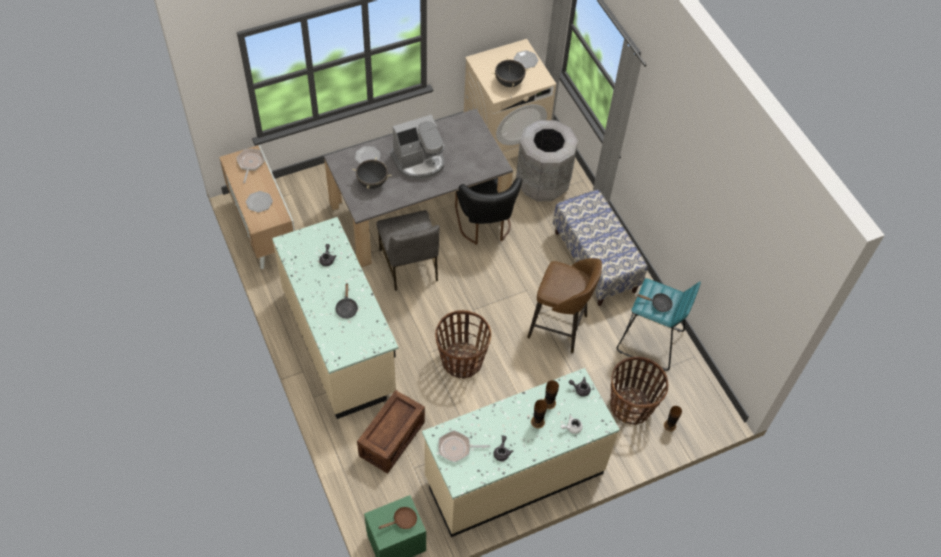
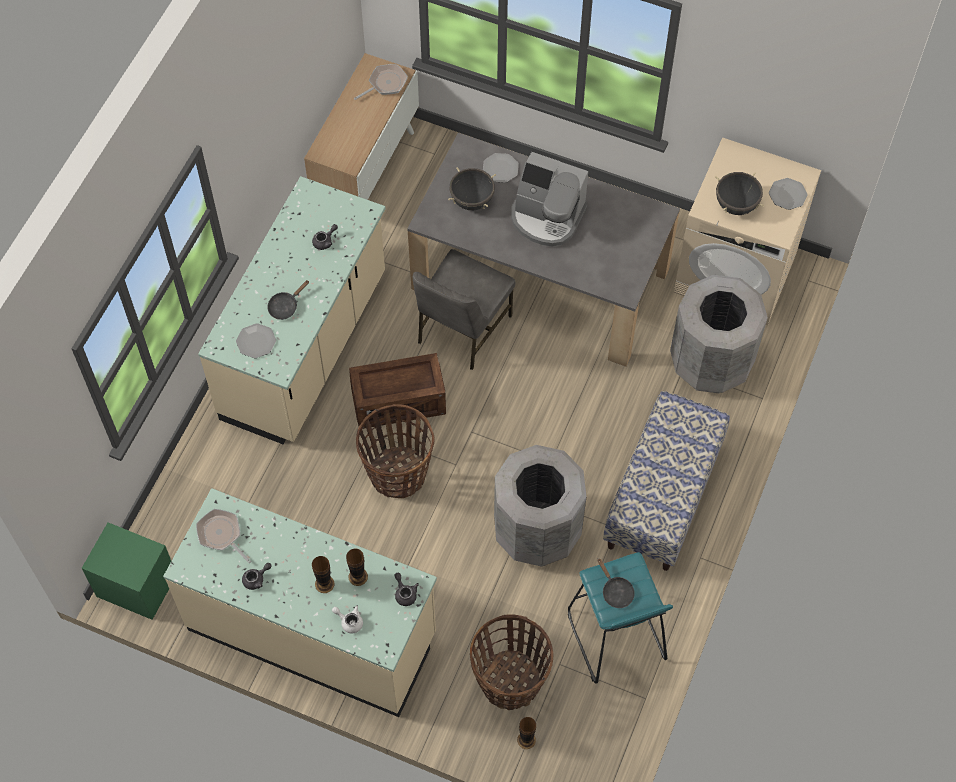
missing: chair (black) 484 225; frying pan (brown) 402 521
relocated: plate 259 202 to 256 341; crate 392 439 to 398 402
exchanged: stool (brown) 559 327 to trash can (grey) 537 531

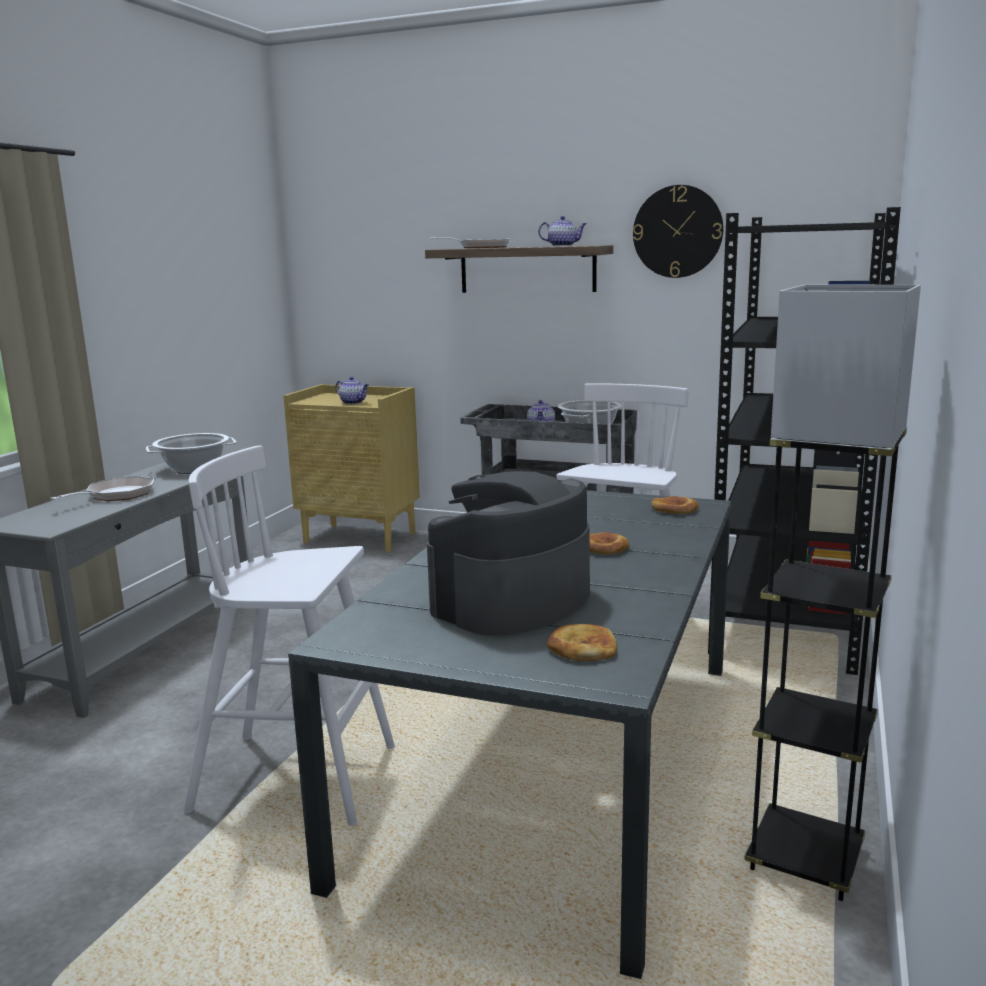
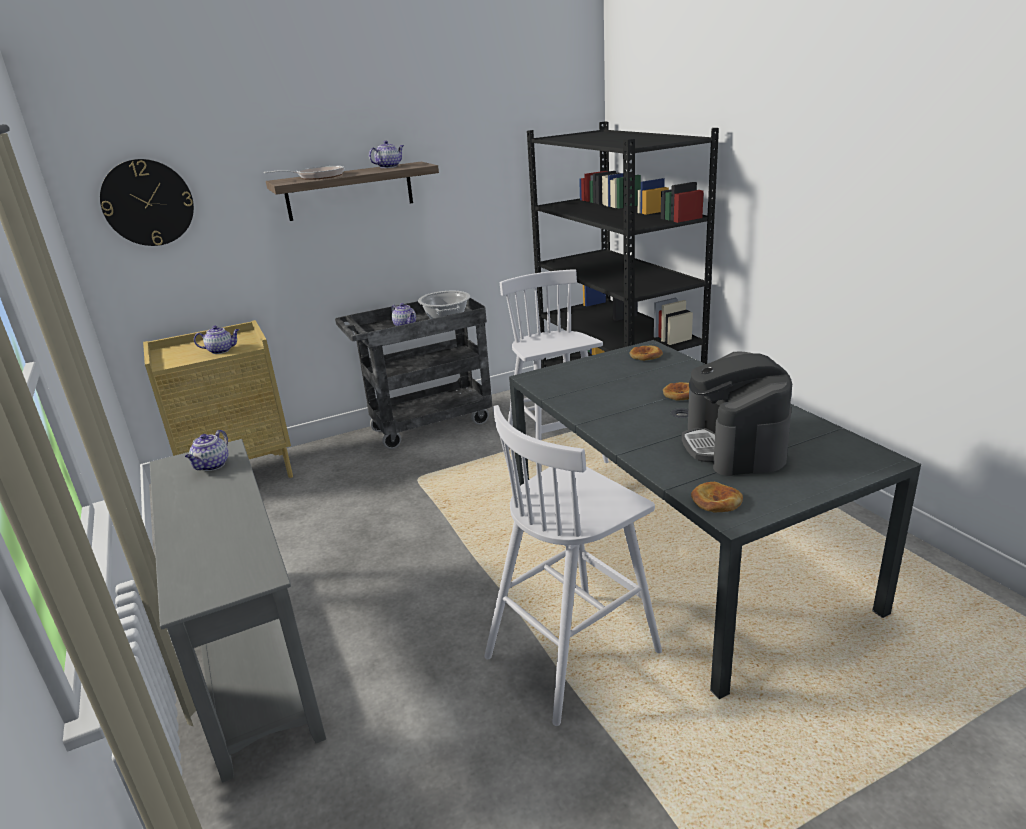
missing: floor lamp (grey) 804 860; frying pan 116 495
relocated: wall clock 677 231 to 147 203; bread 582 648 to 716 501
exchanged: cooking pot 194 469 to teapot 212 465

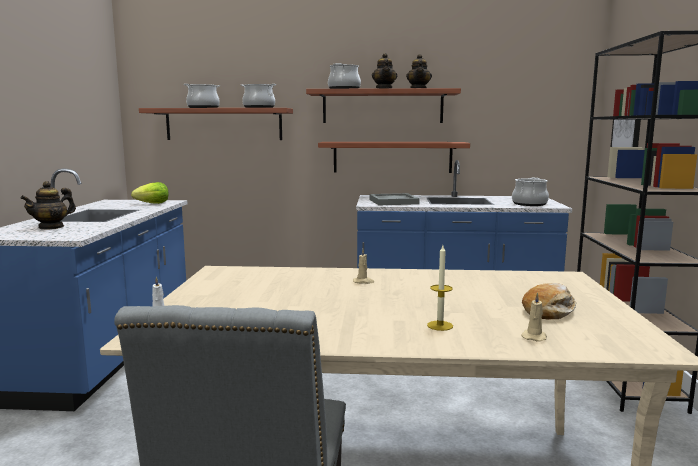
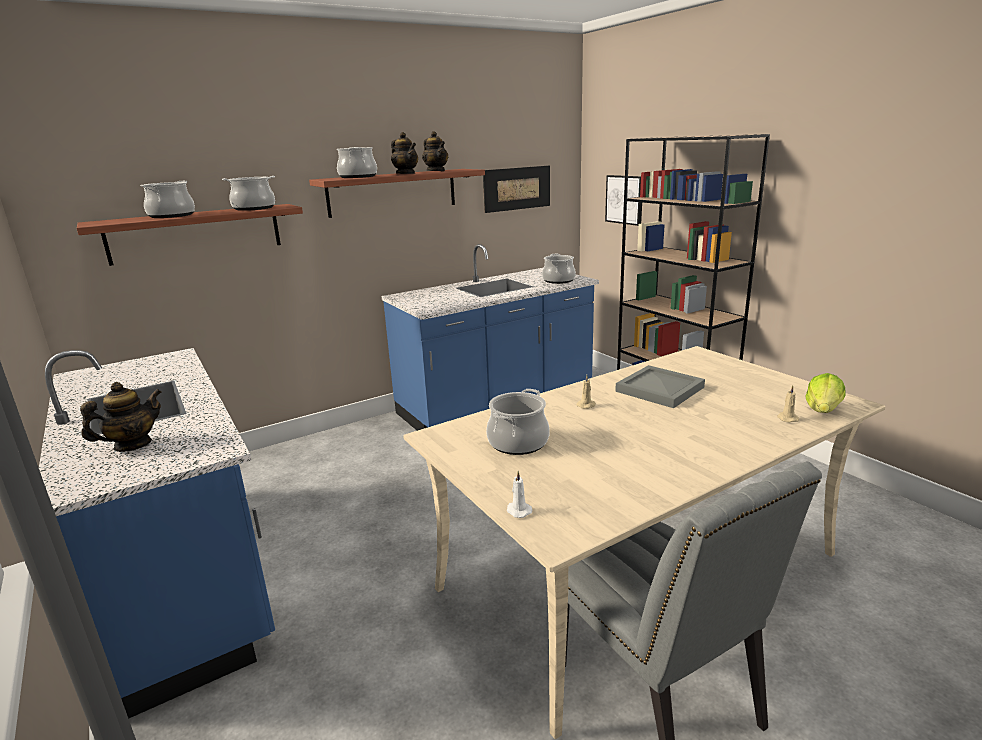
missing: shelf 392 157; candle 440 325; bread 549 311
appeared: picture 517 188; cooking pot 517 442
relocated: lettuce 153 203 to 822 410; tray (grey) 393 202 to 660 390
spun: teapot 51 227 = 132 445 135 degrees counterclockwise

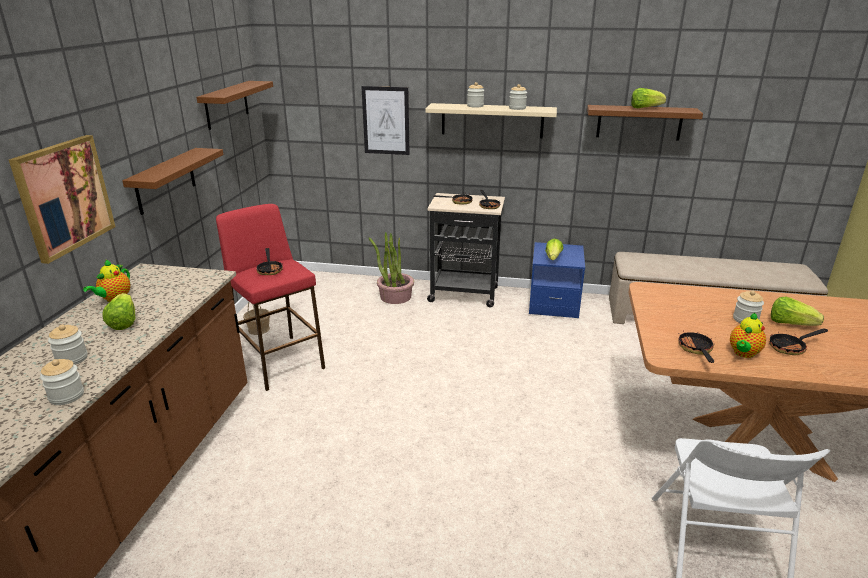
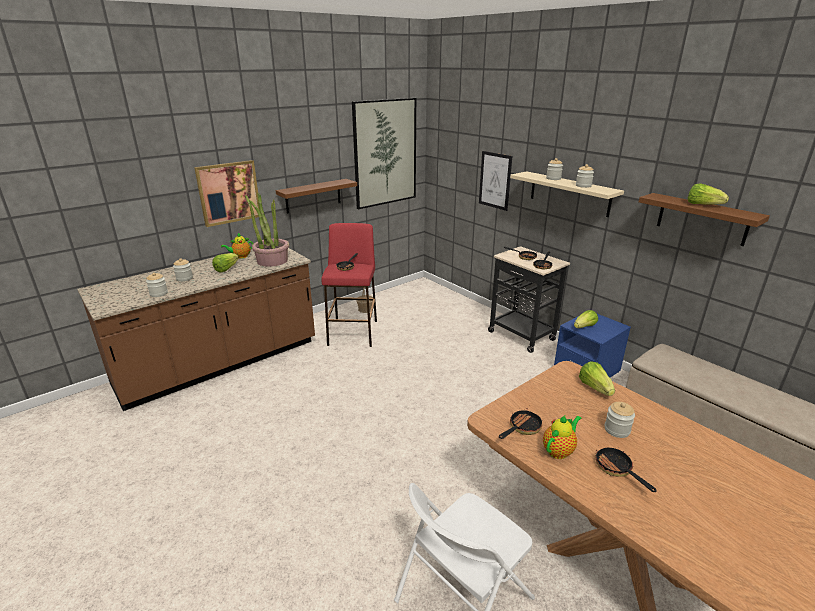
relocated: potted plant 395 296 to 272 260; lettuce 790 324 to 595 388
exchanged: shelf (brown) 226 104 to picture 385 153
spun: teapot 743 353 = 559 450 150 degrees clockwise; frying pan 791 347 = 617 470 45 degrees clockwise

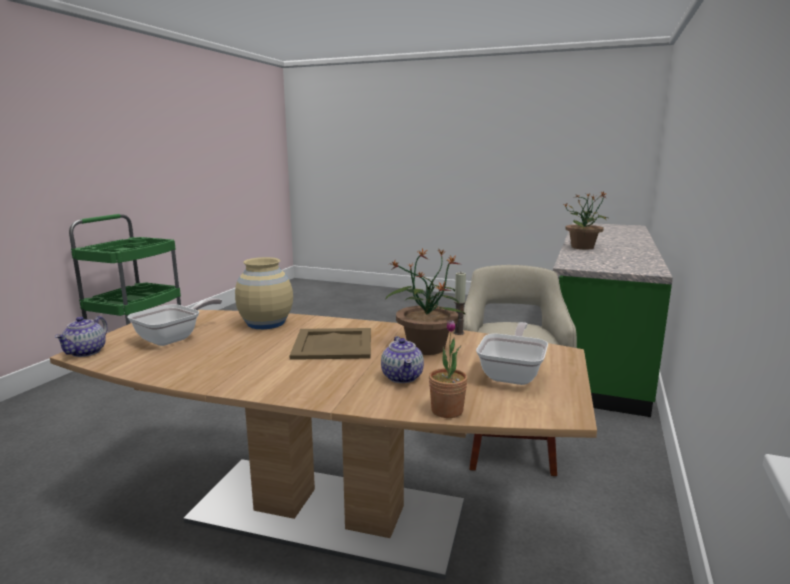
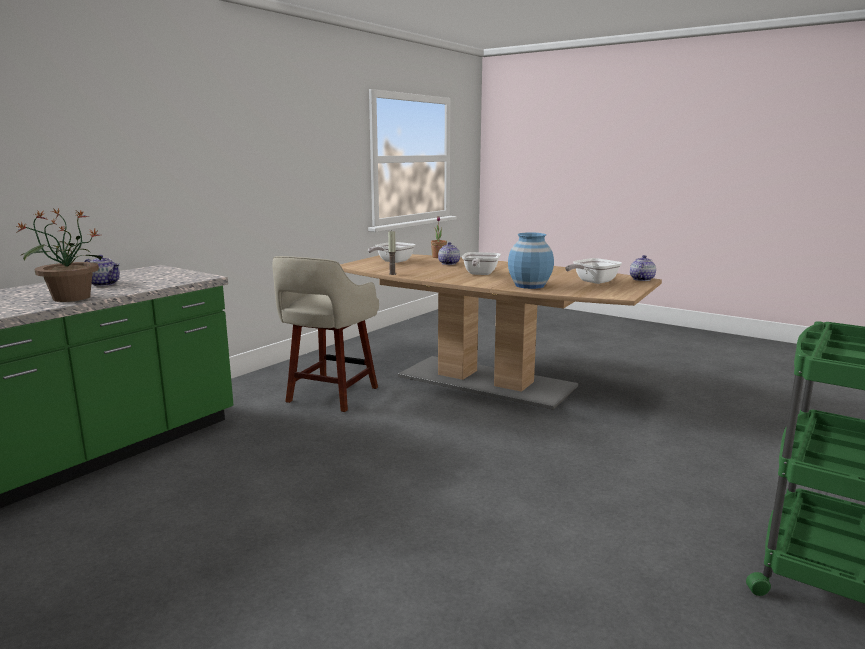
missing: potted plant 426 347
appeared: teapot 104 284
exchanged: tray (beige) 334 344 to frying pan 479 274
colour: vase (beige) 266 323 to vase (blue) 529 285

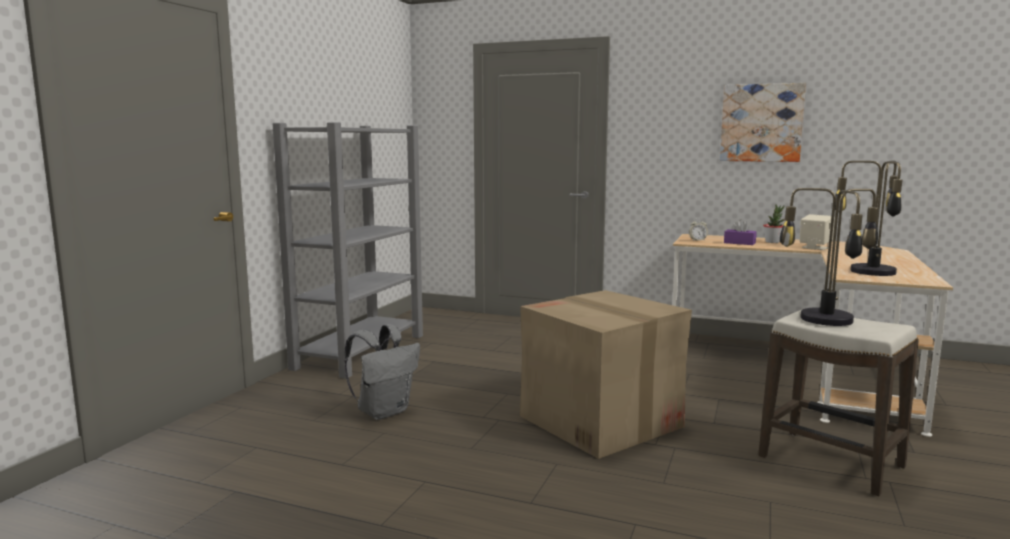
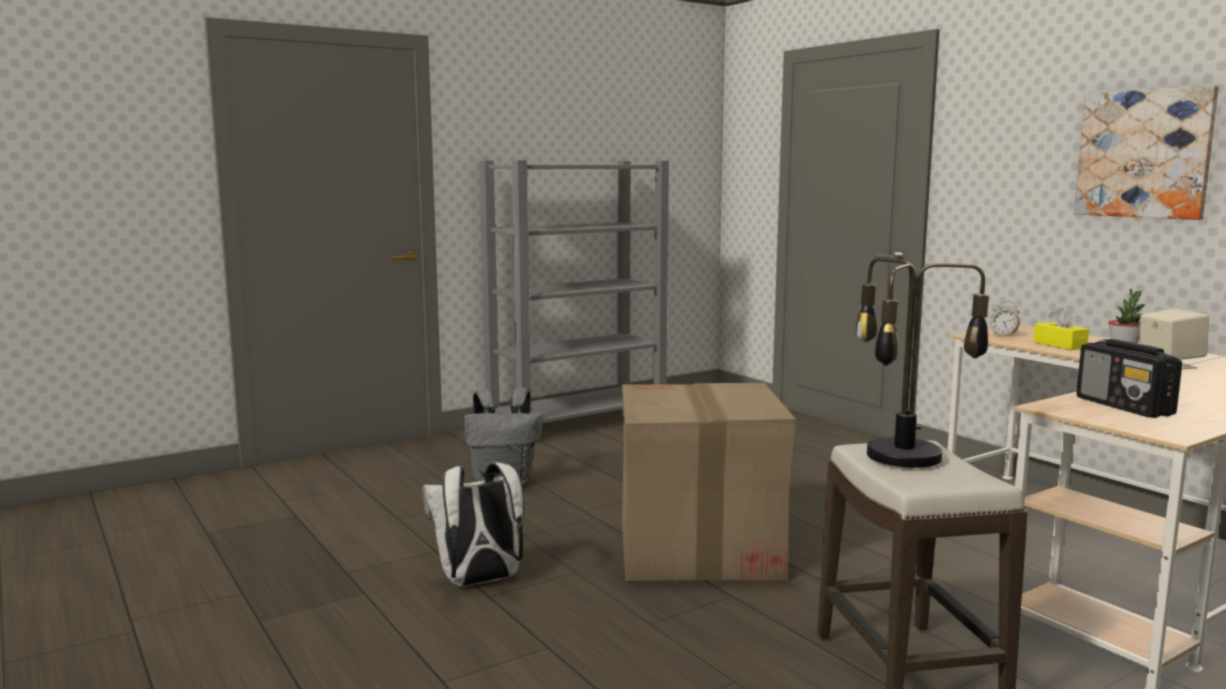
appeared: backpack (white) 479 581
exchanged: table lamp 871 271 to radio 1124 407
colour: tissue box (purple) 739 243 to tissue box (yellow) 1059 345

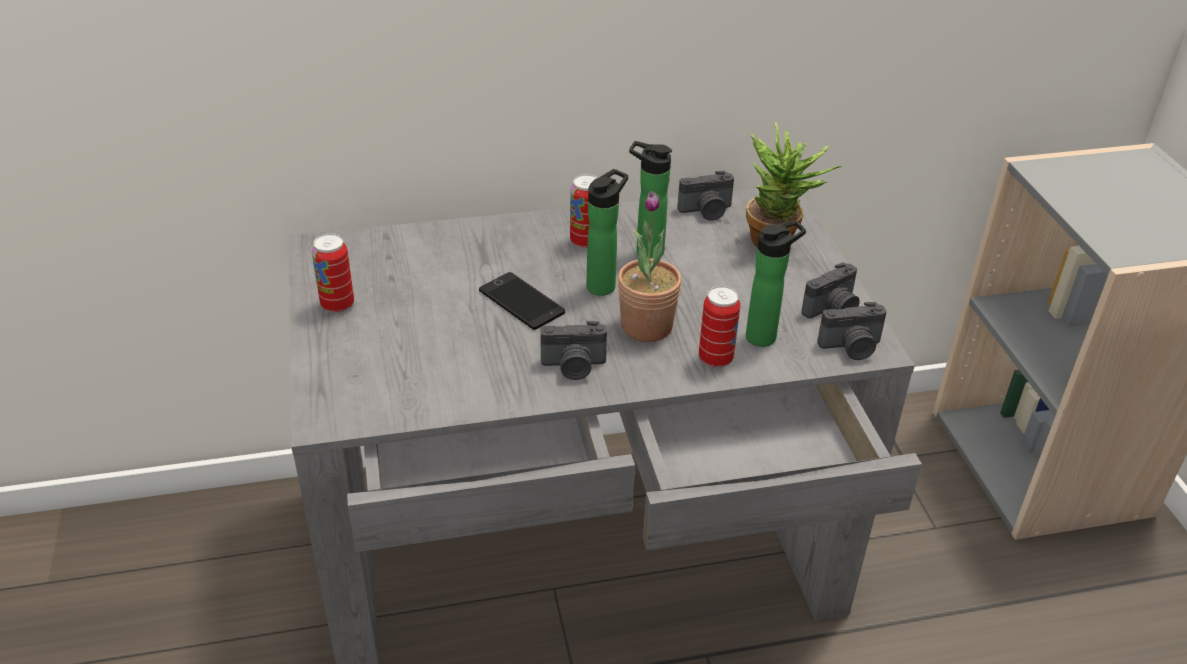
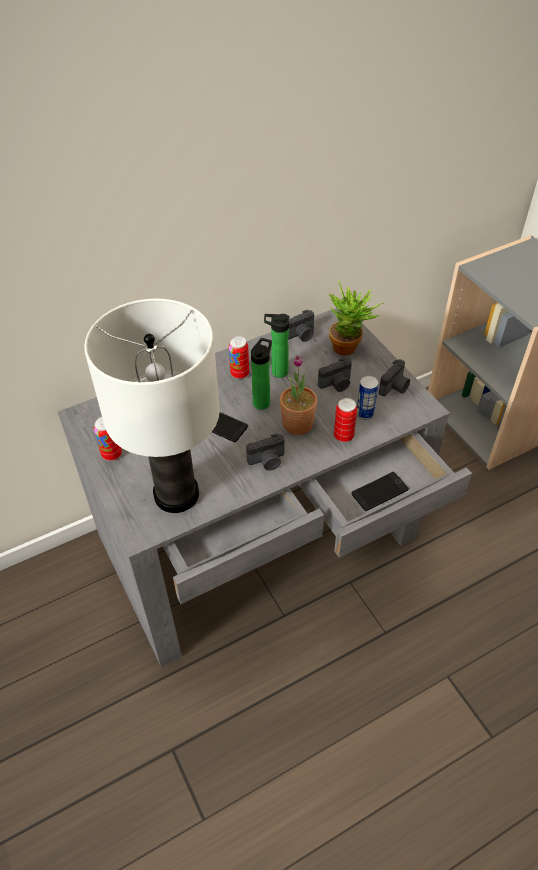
appeared: table lamp (white) 176 495; phone 379 492
relocated: photo camera 851 347 to 336 384
exchanged: bottle 765 336 to can 365 414

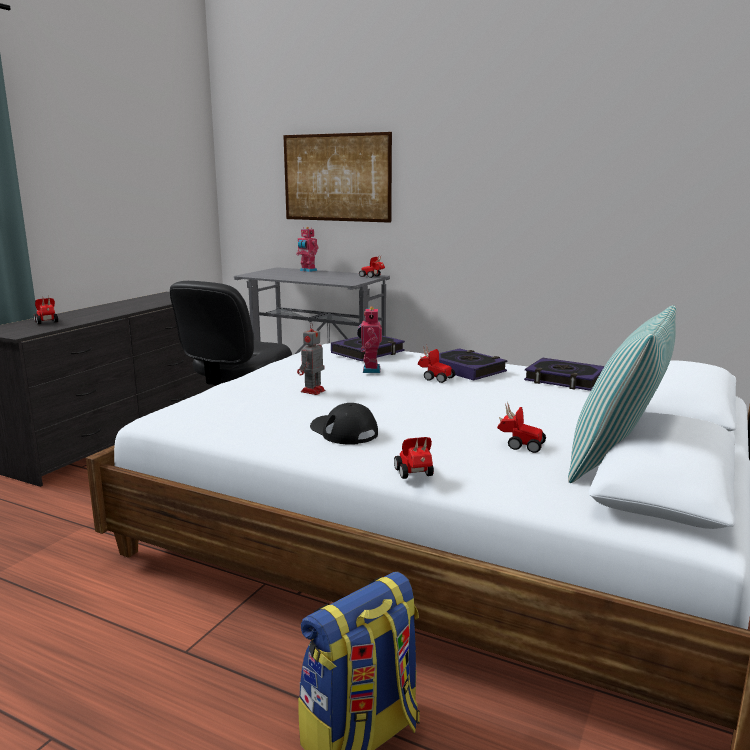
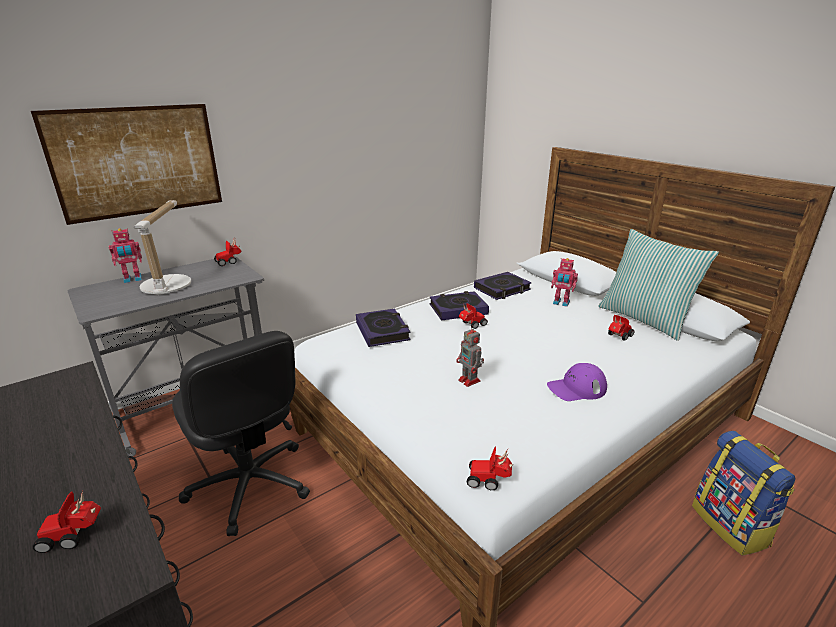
appeared: table lamp 169 283
relocated: toy robot 369 370 to 561 303; toy car 415 475 to 489 480
colour: cap (black) 343 431 to cap (purple) 576 388

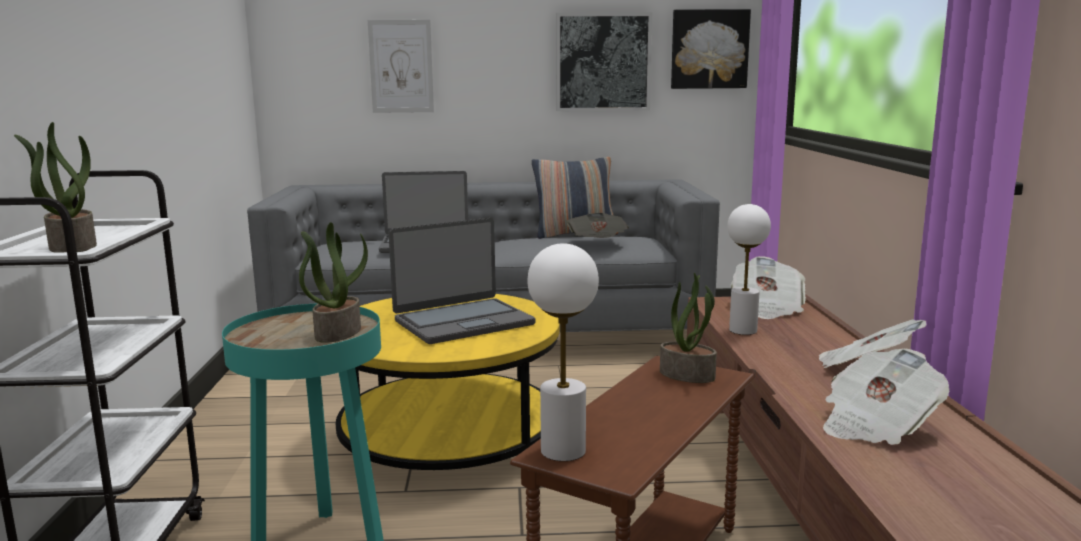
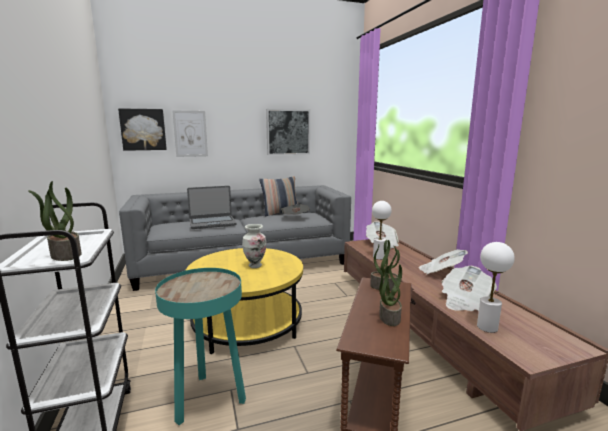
relocated: picture 709 49 to 143 129; potted plant 337 332 to 389 317; table lamp (white) 564 451 to 487 327
exchanged: laptop 463 322 to vase 255 266

